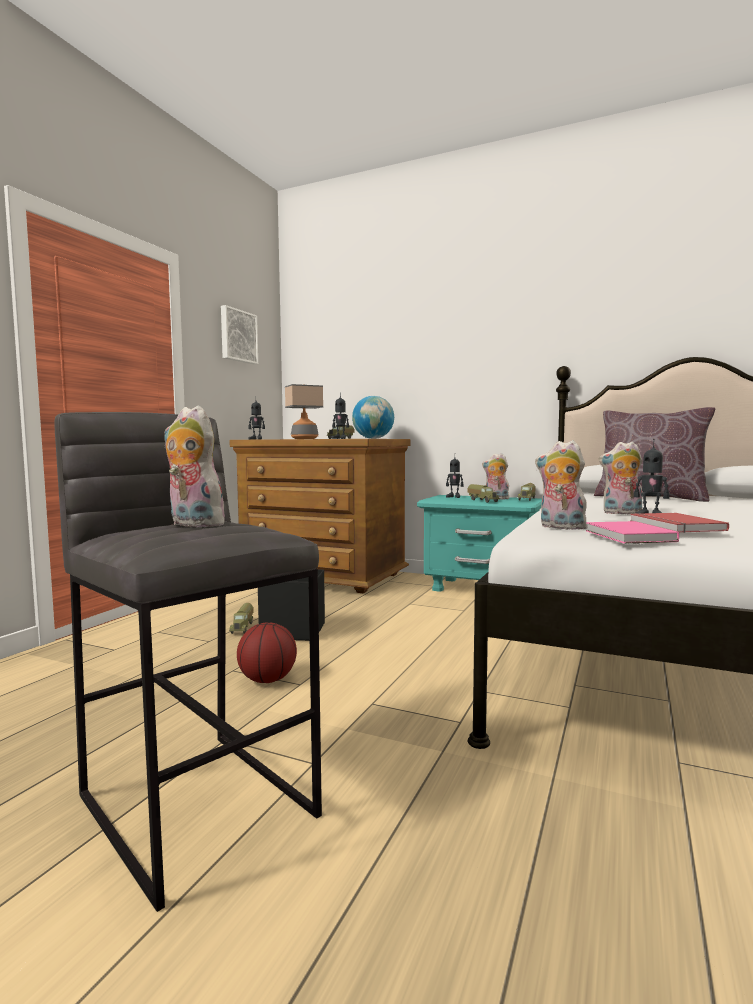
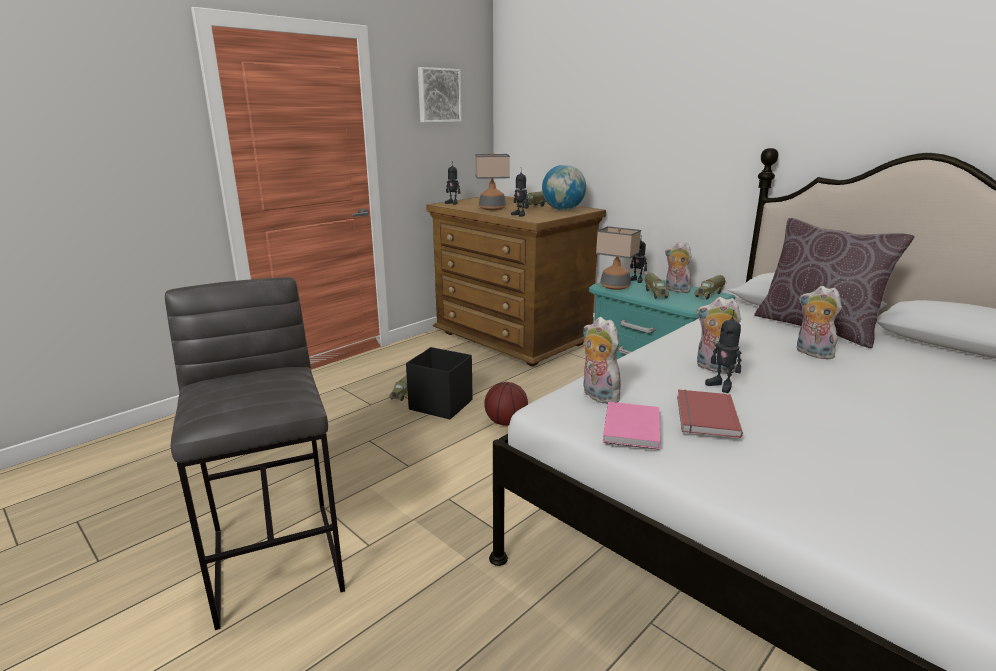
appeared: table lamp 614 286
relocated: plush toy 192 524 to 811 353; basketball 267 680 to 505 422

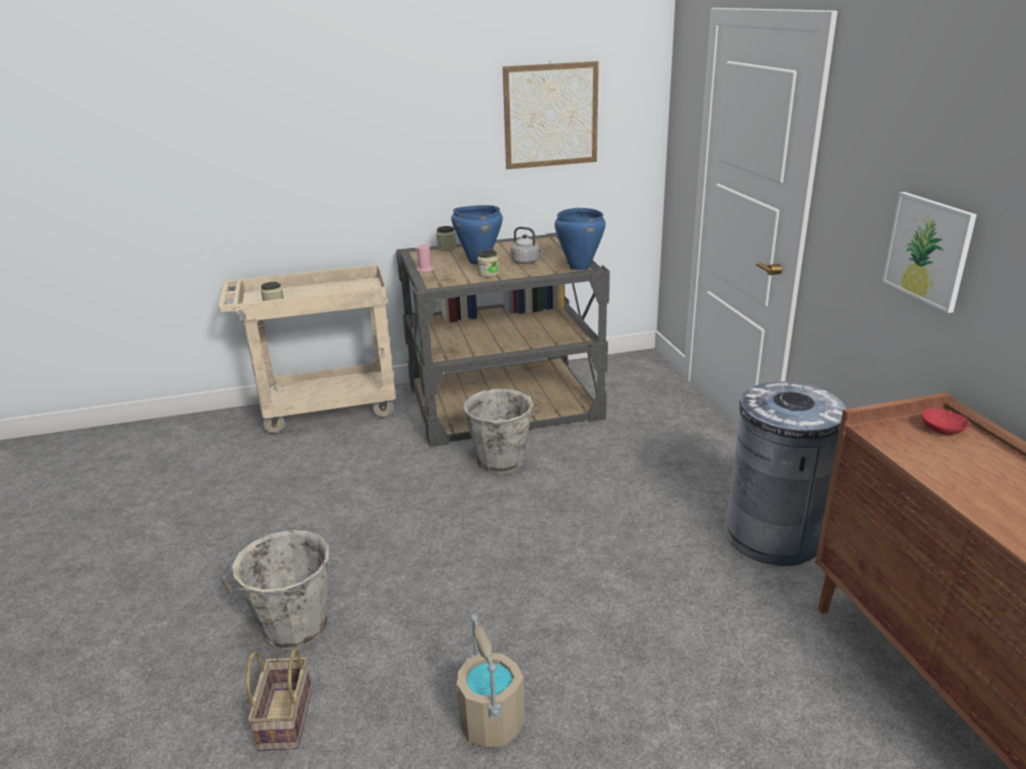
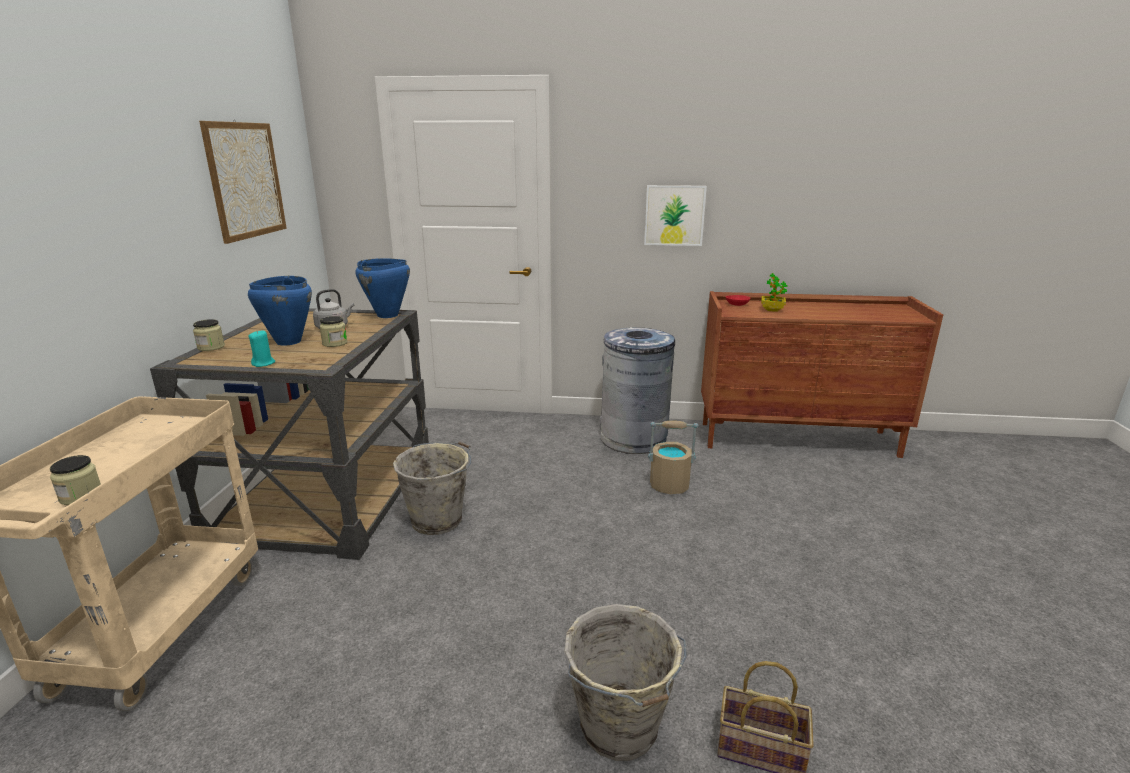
appeared: potted plant 772 310
relocated: bucket (beige) 491 722 to 669 485
colour: candle (pink) 425 270 to candle (turquoise) 263 363

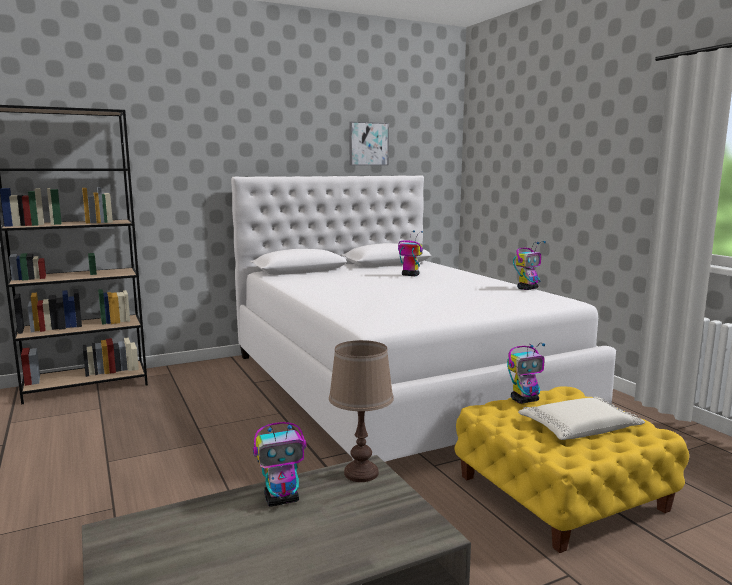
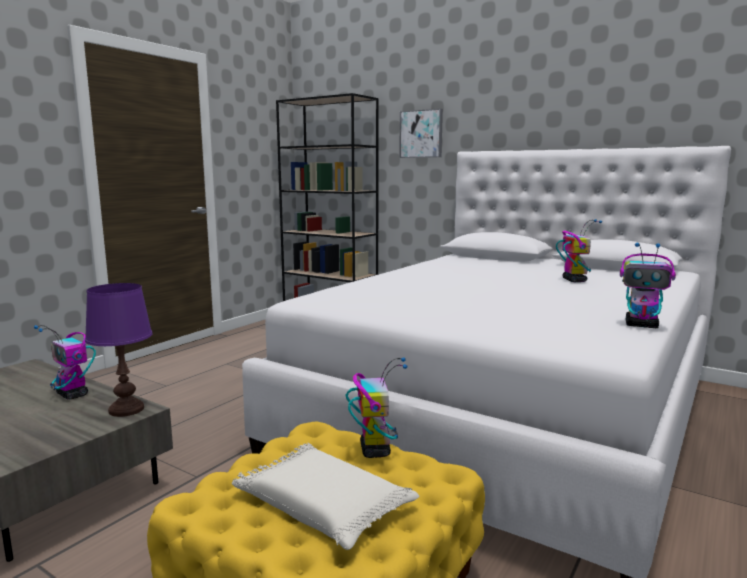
relocated: picture 368 144 to 421 134
colour: table lamp (brown) 361 473 to table lamp (purple) 127 410
spun: toy robot 525 400 = 374 450 135 degrees counterclockwise

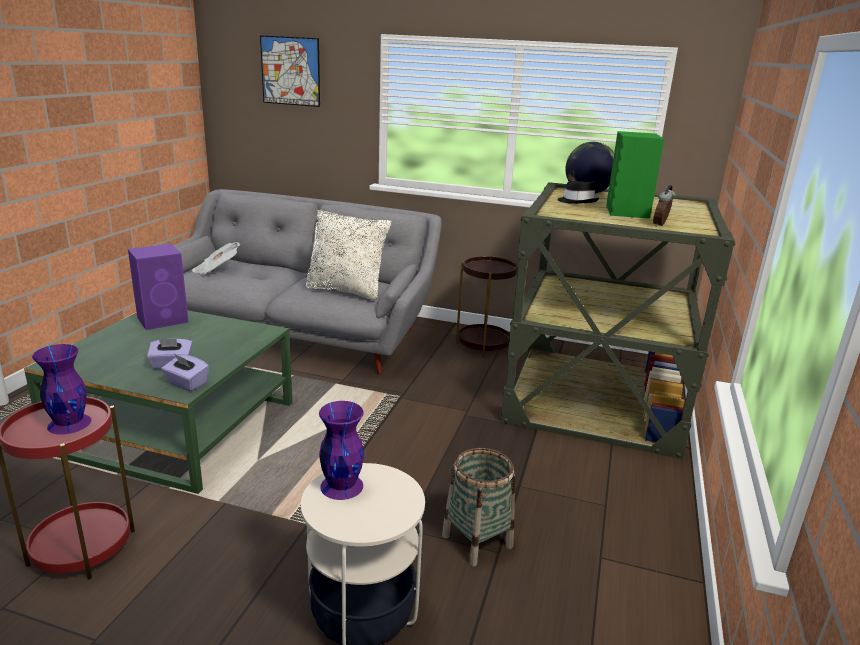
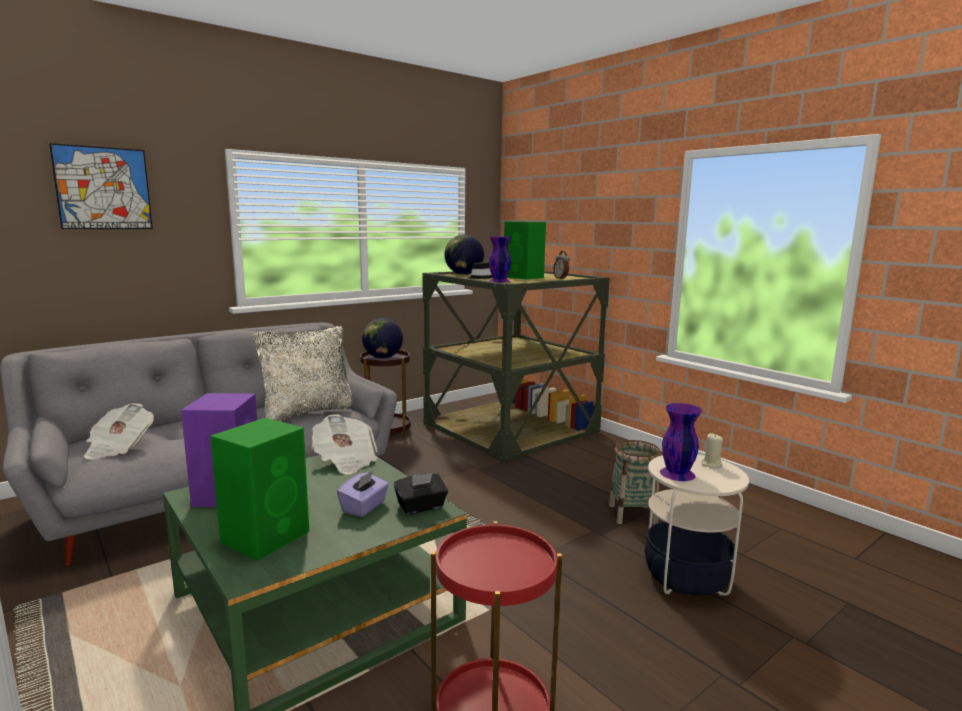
appeared: globe 382 357; newspaper 345 461; speaker (green) 267 536; candle (beige) 711 464
relocated: vase (purple) 69 423 to 499 281
colour: tissue box (purple) 186 384 to tissue box (black) 421 507

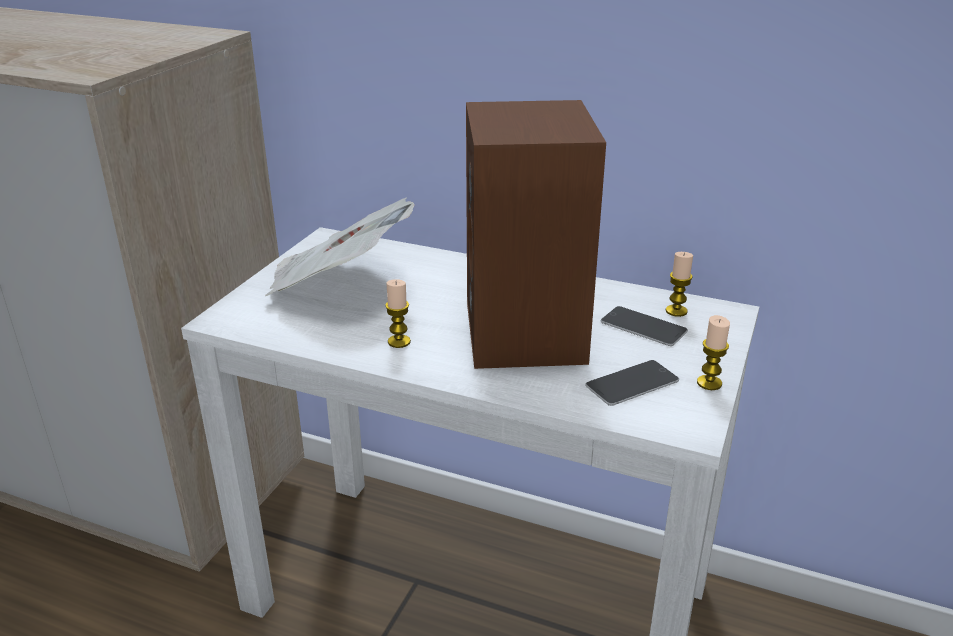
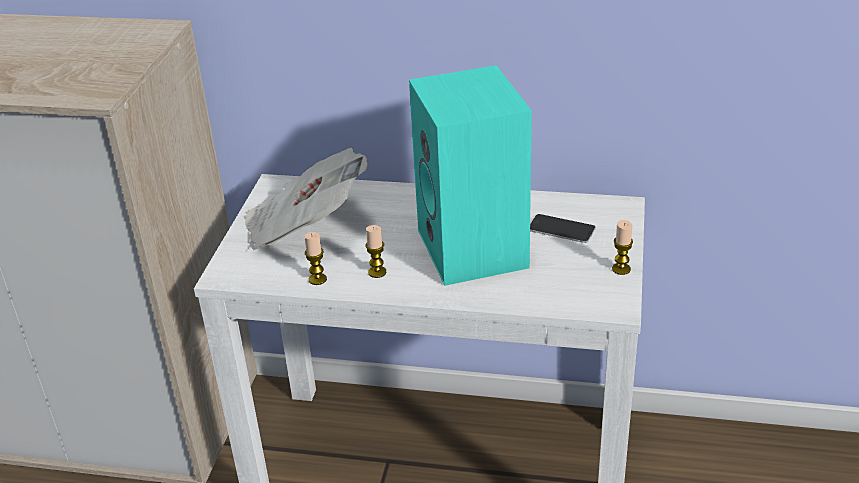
missing: phone 632 383
relocated: candle 676 311 to 317 279
colour: speaker (brown) 528 335 to speaker (turquoise) 475 250

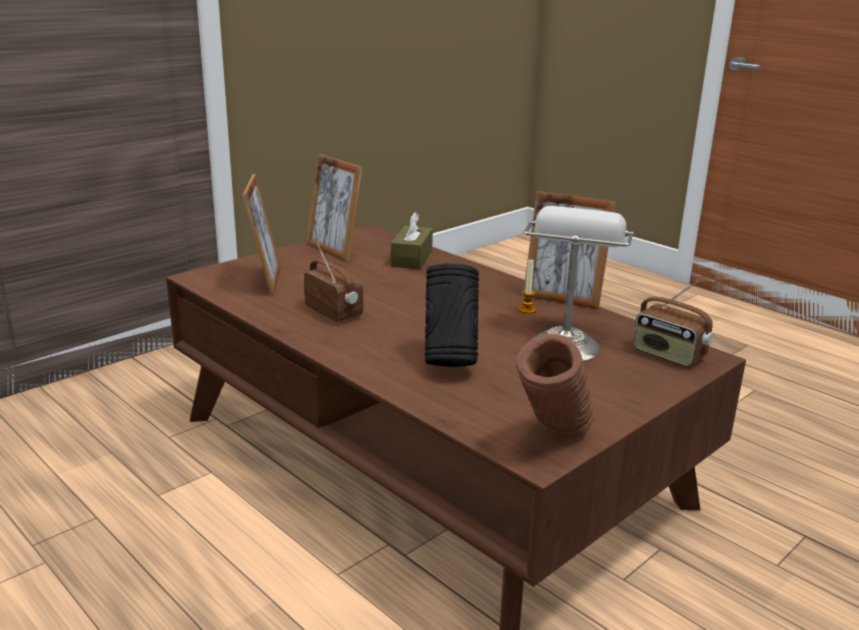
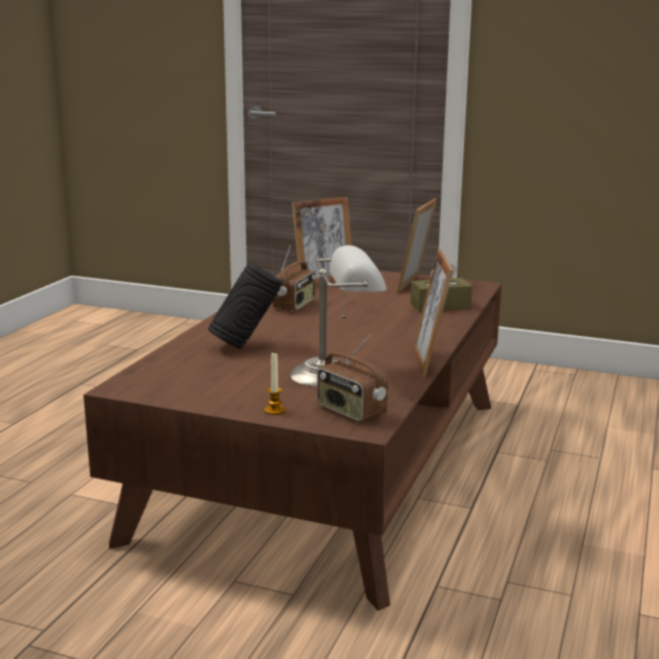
missing: vase (brown) 552 441
relocated: candle 527 310 to 274 410
spun: radio 668 355 = 350 411 60 degrees counterclockwise

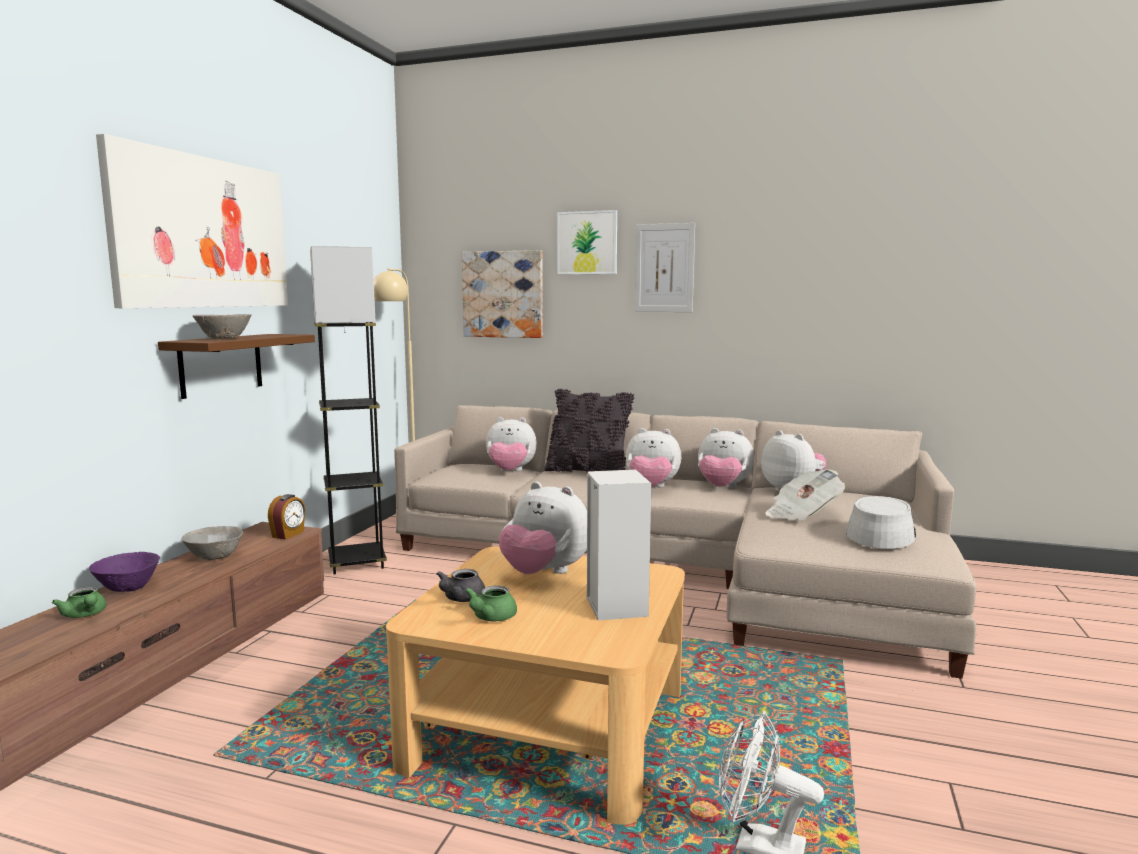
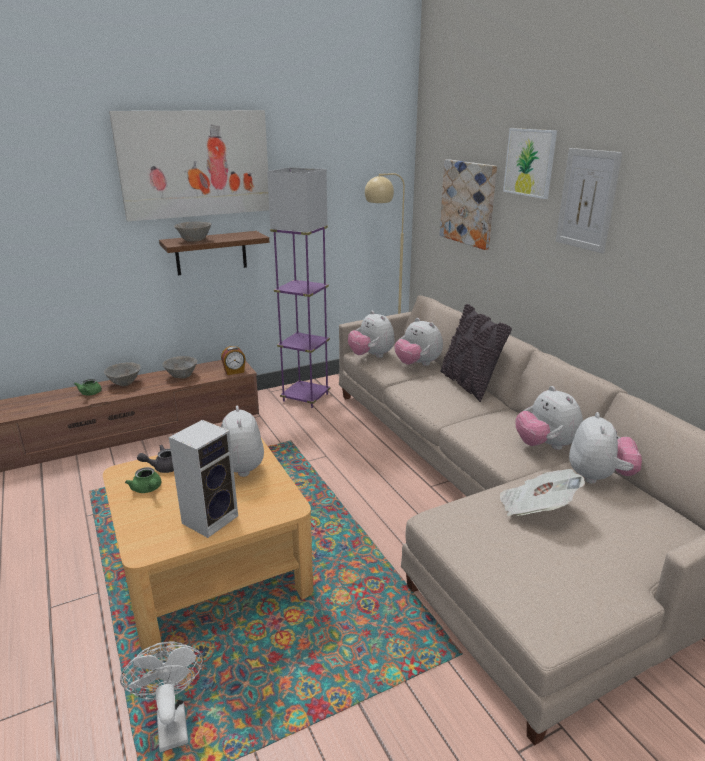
missing: hat (grey) 880 533
relocated: plush toy 651 488 to 371 356
colour: floor lamp (grey) 357 563 to floor lamp (purple) 305 397; bowl (purple) 128 587 to bowl (grey) 125 383
spun: teapot (green) 490 618 = 148 489 105 degrees counterclockwise

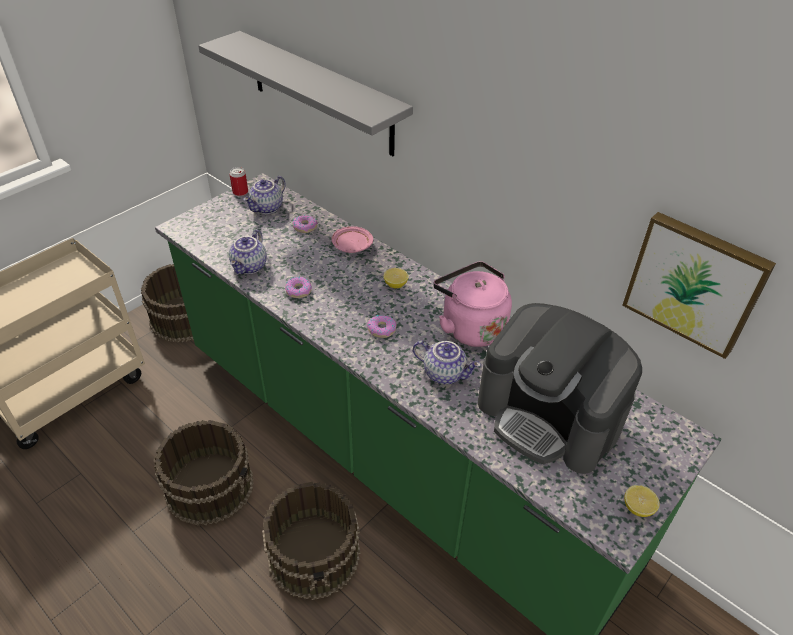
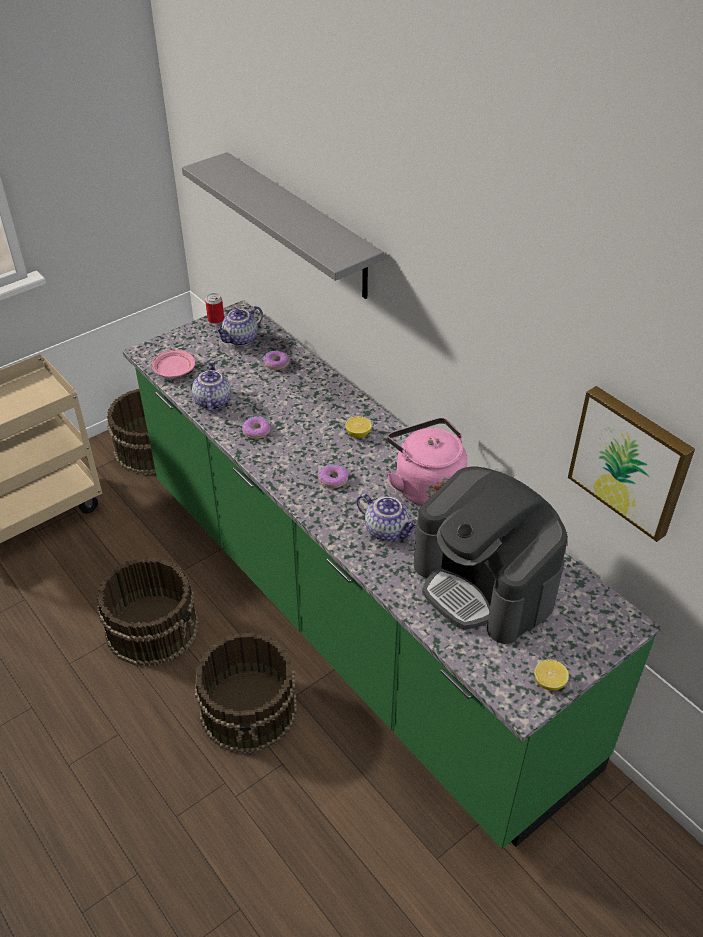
relocated: plate (pink) 351 245 to 173 370
spun: teapot 250 267 = 212 401 150 degrees clockwise

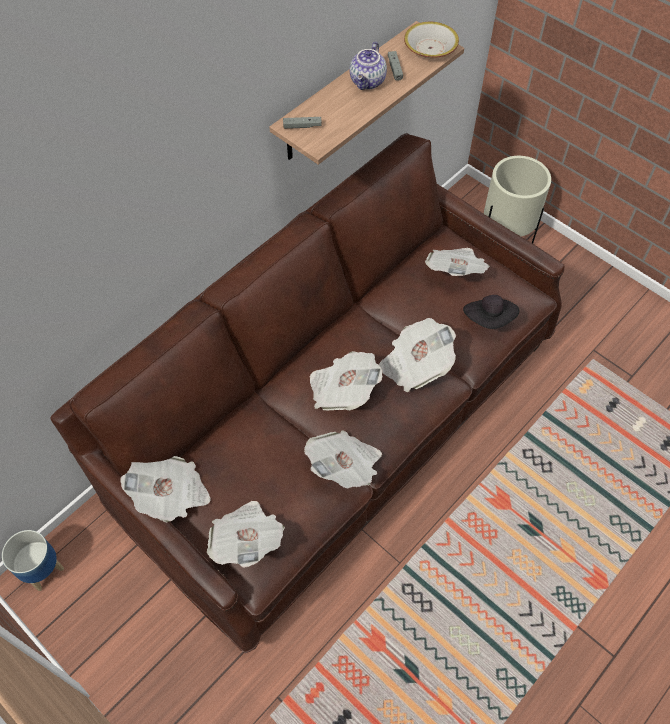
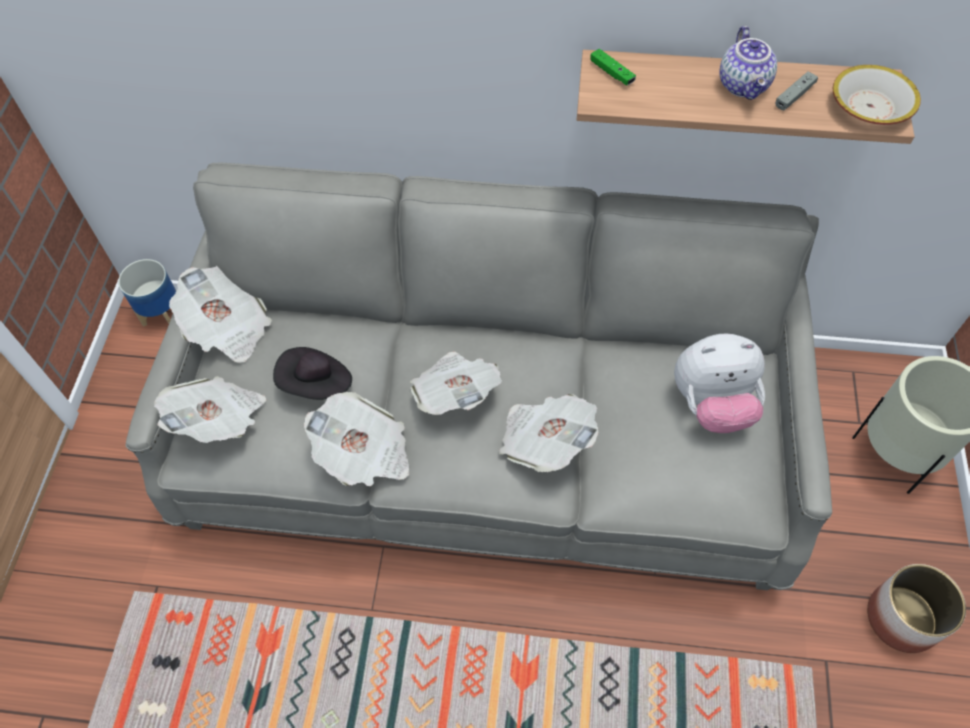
appeared: planter 902 618
relocated: hat (black) 489 319 to 317 384
exchanged: newspaper 455 272 to plush toy 712 404
colour: game controller (grey) 302 126 to game controller (green) 612 73; sofa (brown) 335 421 to sofa (grey) 487 439
spun: teapot 368 82 = 744 86 75 degrees counterclockwise

